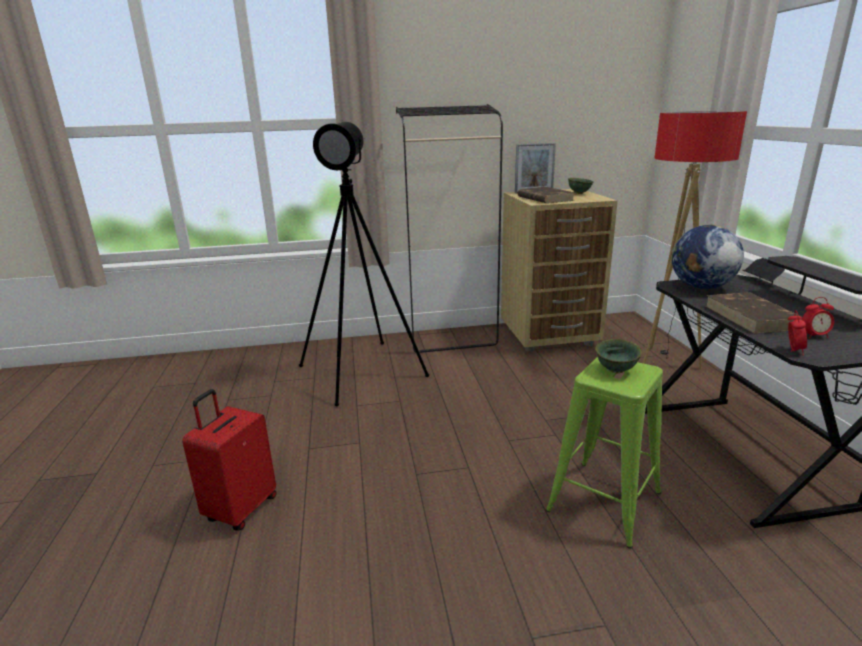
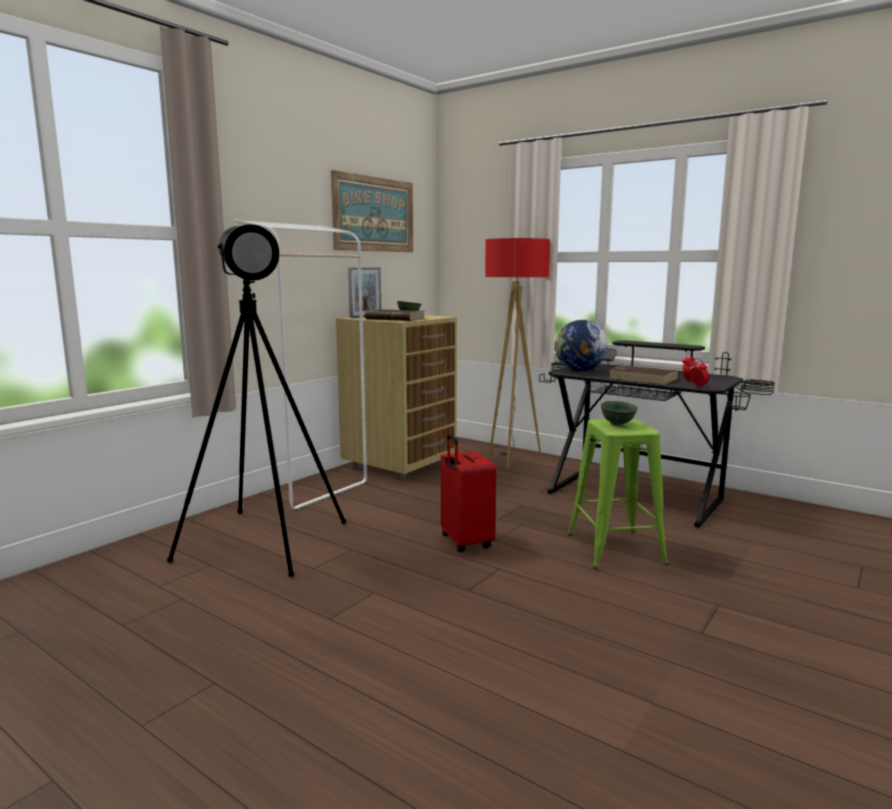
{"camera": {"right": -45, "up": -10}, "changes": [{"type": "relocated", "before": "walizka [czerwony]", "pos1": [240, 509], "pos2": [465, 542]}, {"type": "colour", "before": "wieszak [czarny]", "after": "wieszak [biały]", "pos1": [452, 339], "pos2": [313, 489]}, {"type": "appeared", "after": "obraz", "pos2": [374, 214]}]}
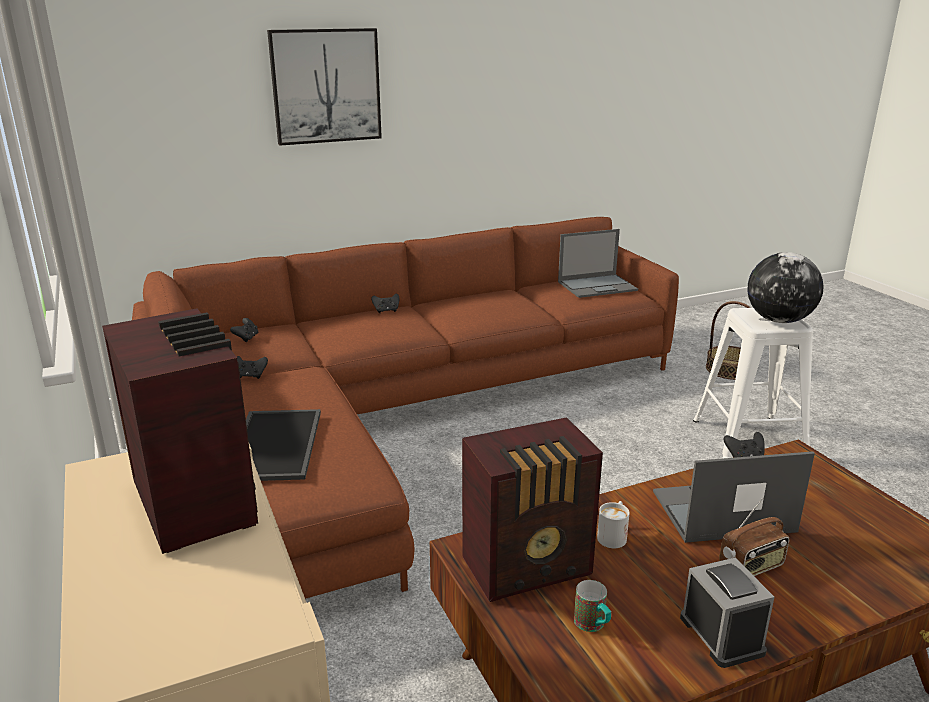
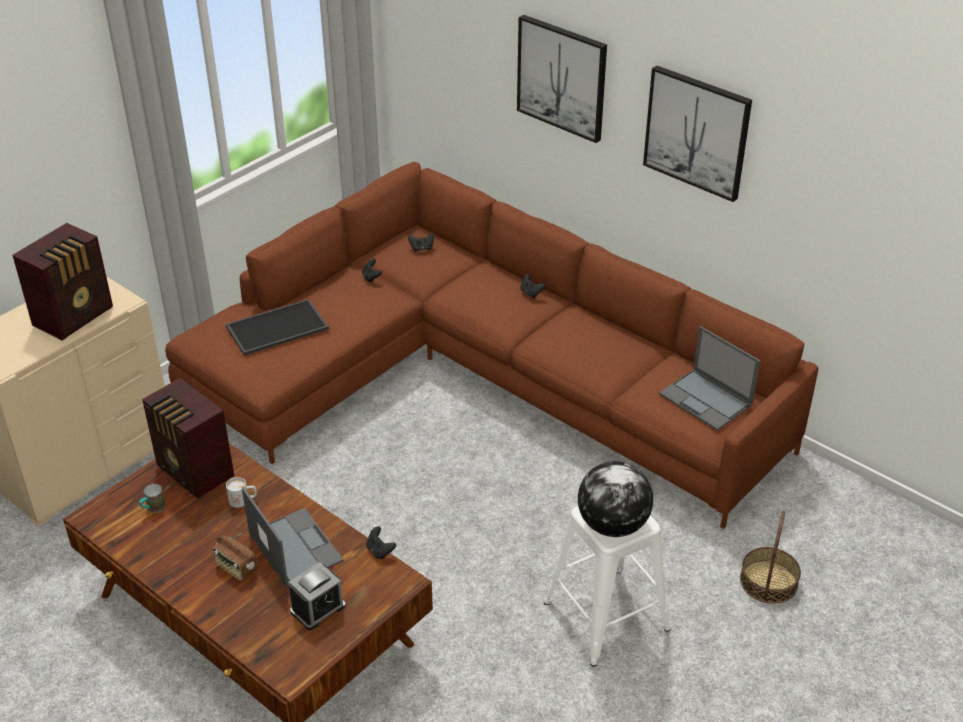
{"camera": {"right": 65, "up": 15}, "changes": [{"type": "relocated", "before": "budzik", "pos1": [721, 635], "pos2": [318, 609]}, {"type": "appeared", "after": "obraz", "pos2": [697, 132]}]}
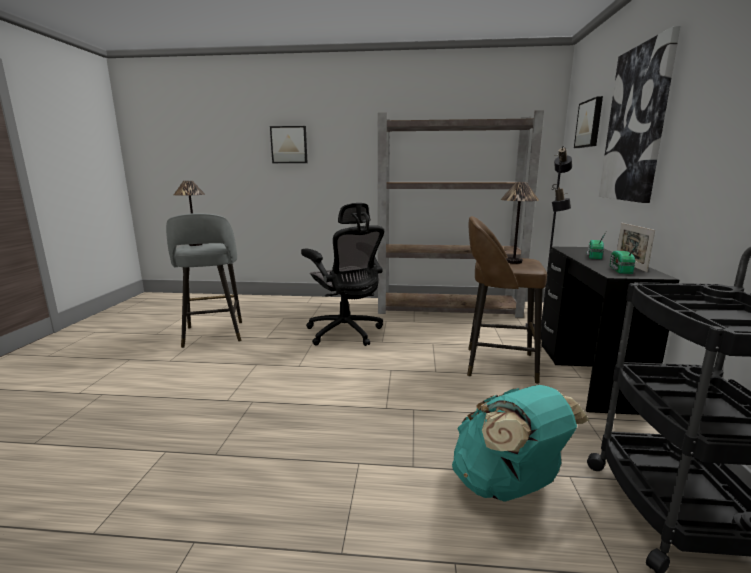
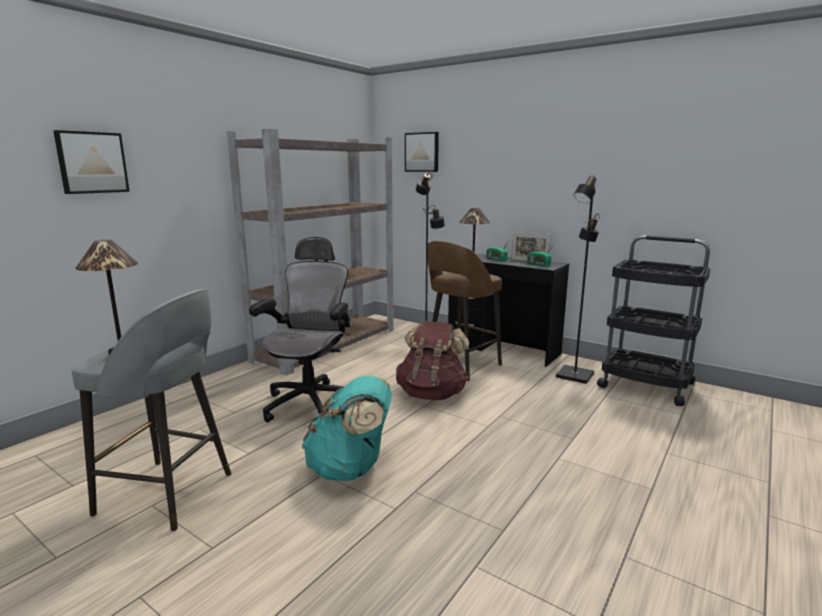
{"camera": {"right": -60, "up": 0}, "changes": [{"type": "spun", "before": "krzesło biurowe", "pos1": [345, 332], "pos2": [311, 404], "turn": -75}, {"type": "relocated", "before": "plecak [turkusowy]", "pos1": [507, 486], "pos2": [351, 468]}, {"type": "missing", "before": "obraz", "pos1": [636, 125]}, {"type": "appeared", "after": "plecak [brązowy]", "pos2": [432, 394]}, {"type": "appeared", "after": "lampa stojąca [czarny]", "pos2": [575, 375]}]}
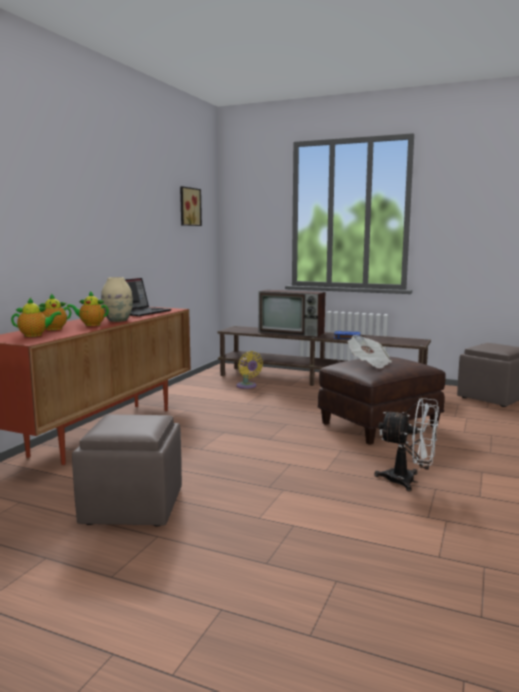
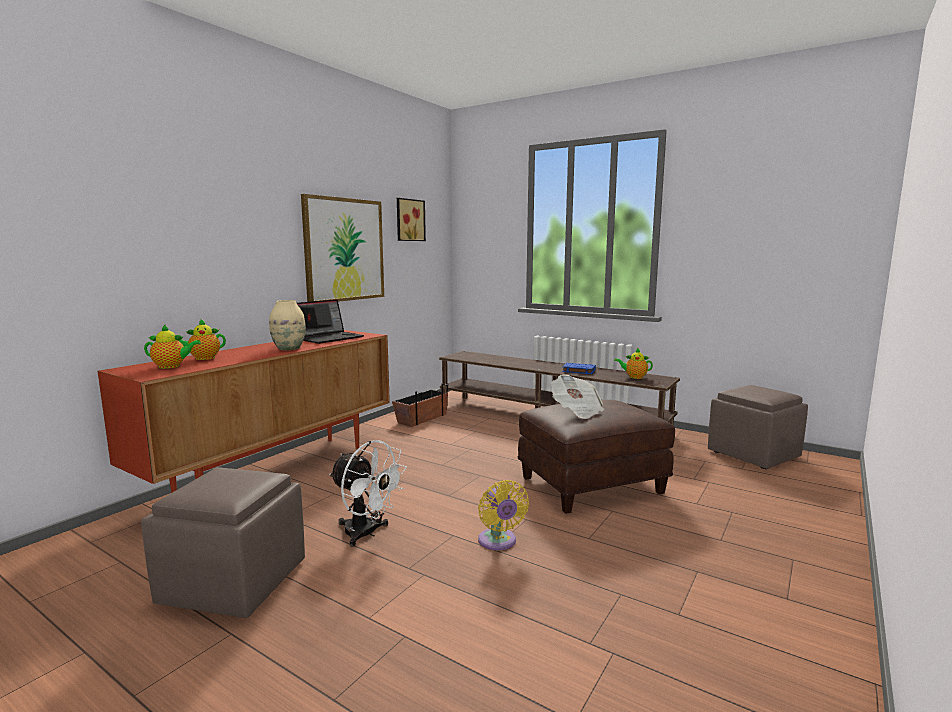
{"camera": {"right": 10, "up": 0}, "changes": [{"type": "relocated", "before": "imbryk", "pos1": [90, 324], "pos2": [634, 377]}, {"type": "relocated", "before": "wentylator [żółty]", "pos1": [247, 386], "pos2": [498, 542]}, {"type": "missing", "before": "telewizor", "pos1": [292, 332]}, {"type": "relocated", "before": "wentylator [biały]", "pos1": [408, 481], "pos2": [367, 533]}, {"type": "appeared", "after": "obraz", "pos2": [344, 250]}, {"type": "appeared", "after": "donica", "pos2": [421, 418]}]}
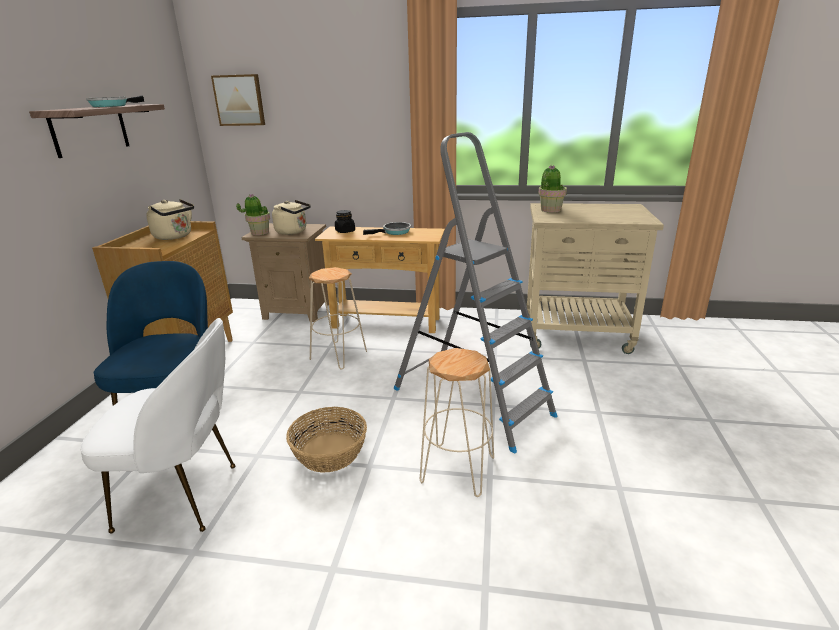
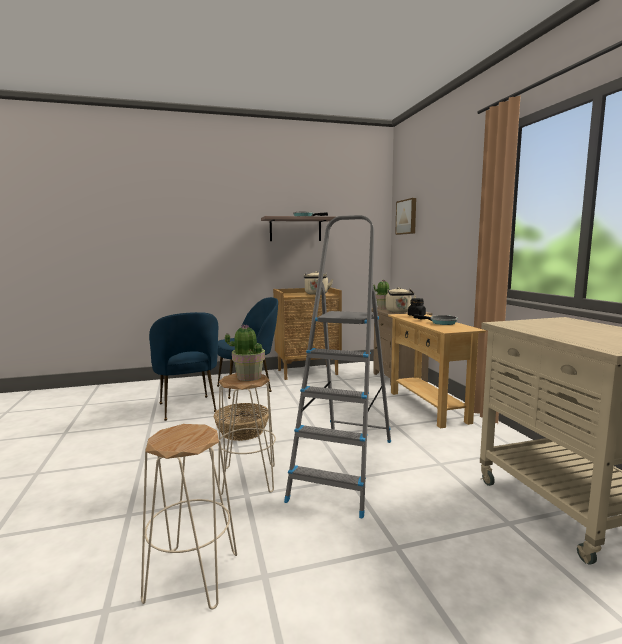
{"camera": {"right": 65, "up": -15}, "changes": [{"type": "colour", "before": "krzesło [biały]", "after": "krzesło [niebieski]", "pos1": [187, 498], "pos2": [188, 410]}, {"type": "relocated", "before": "stołek [beżowy]", "pos1": [339, 355], "pos2": [192, 577]}, {"type": "relocated", "before": "roślina doniczkowa", "pos1": [550, 210], "pos2": [249, 377]}]}
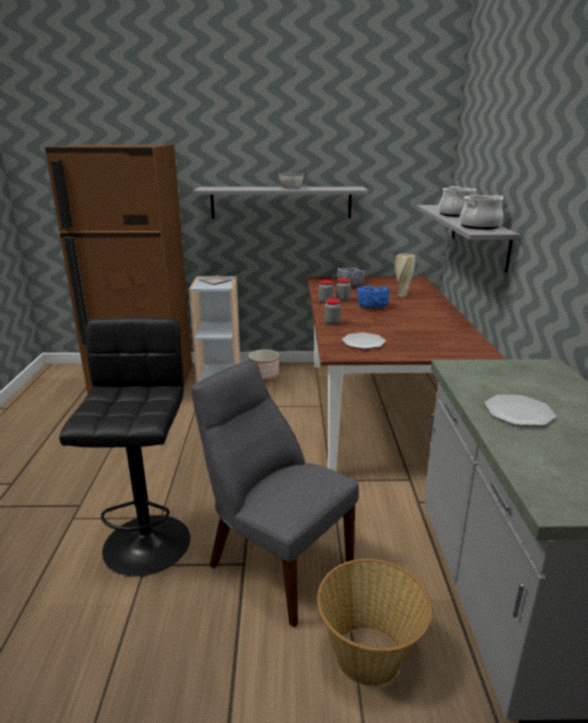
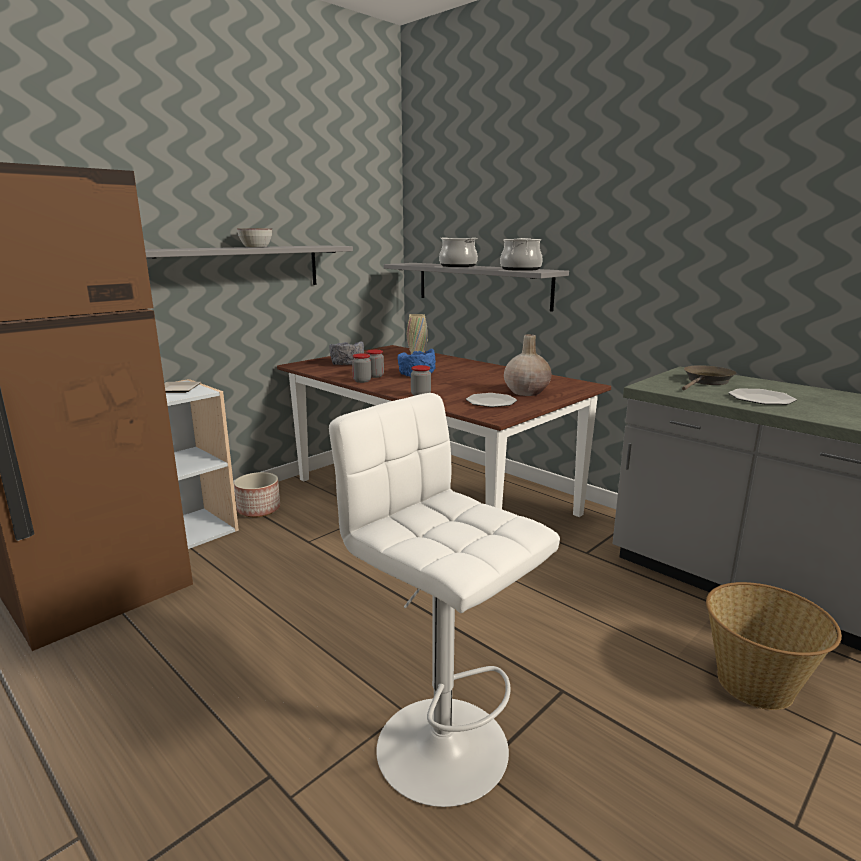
{"camera": {"right": -45, "up": -5}, "changes": [{"type": "colour", "before": "stołek [czarny]", "after": "stołek [biały]", "pos1": [148, 543], "pos2": [442, 746]}, {"type": "missing", "before": "krzesło [szary]", "pos1": [275, 562]}, {"type": "appeared", "after": "wazon [beżowy]", "pos2": [526, 392]}, {"type": "appeared", "after": "patelnia [brązowy]", "pos2": [706, 381]}]}
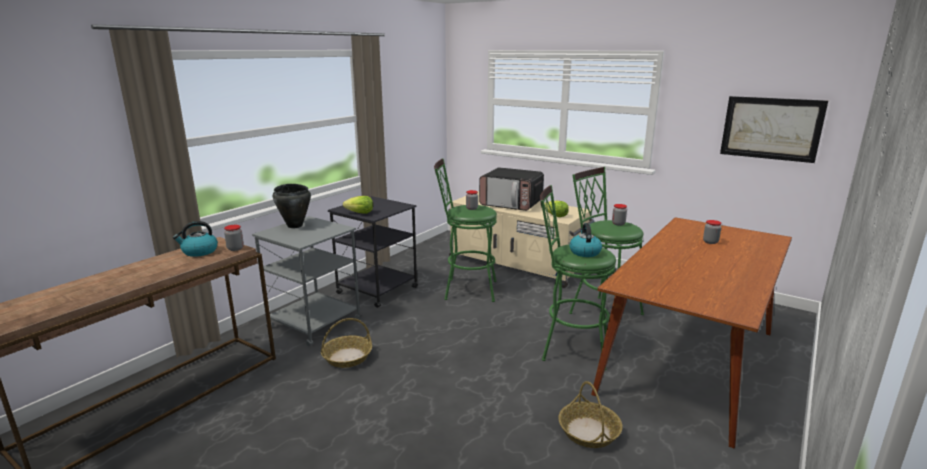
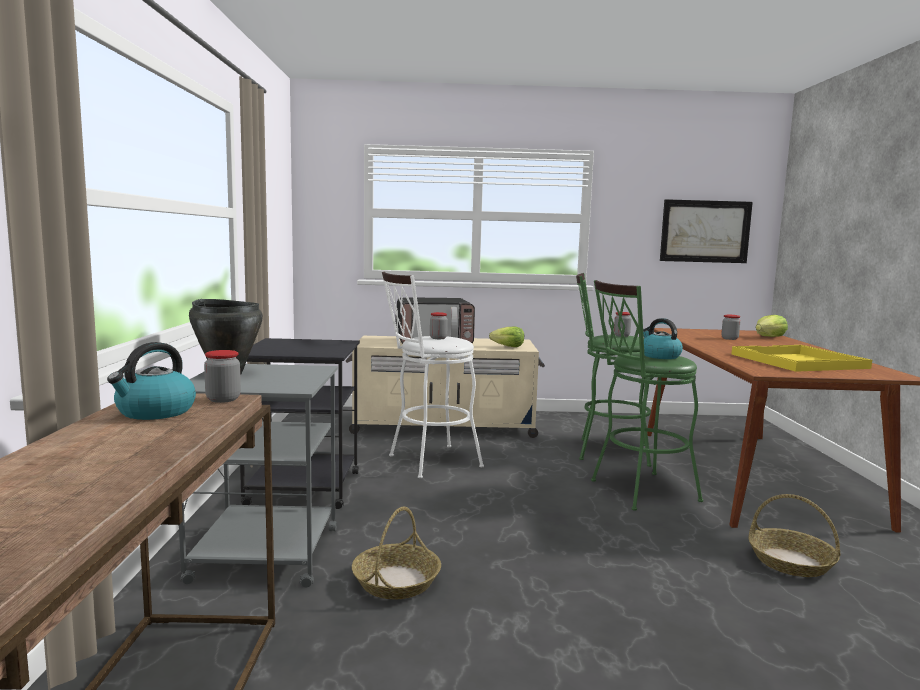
{"camera": {"right": -35, "up": -10}, "changes": [{"type": "relocated", "before": "sałata", "pos1": [360, 213], "pos2": [769, 337]}, {"type": "colour", "before": "stołek [zielony]", "after": "stołek [biały]", "pos1": [465, 289], "pos2": [427, 462]}, {"type": "appeared", "after": "taca [żółty]", "pos2": [798, 361]}]}
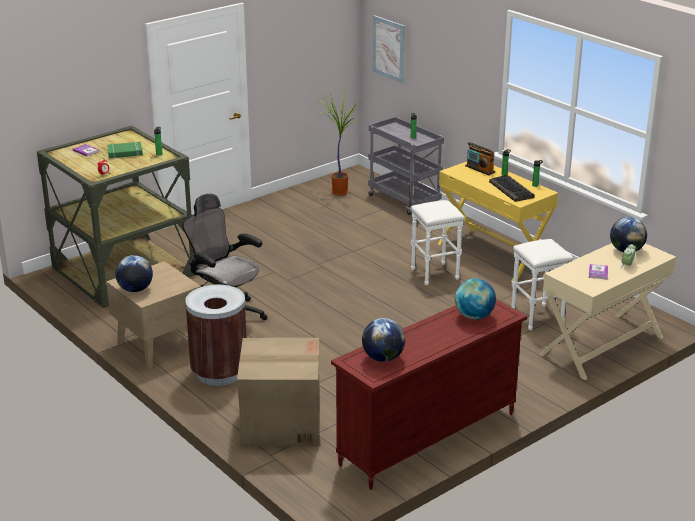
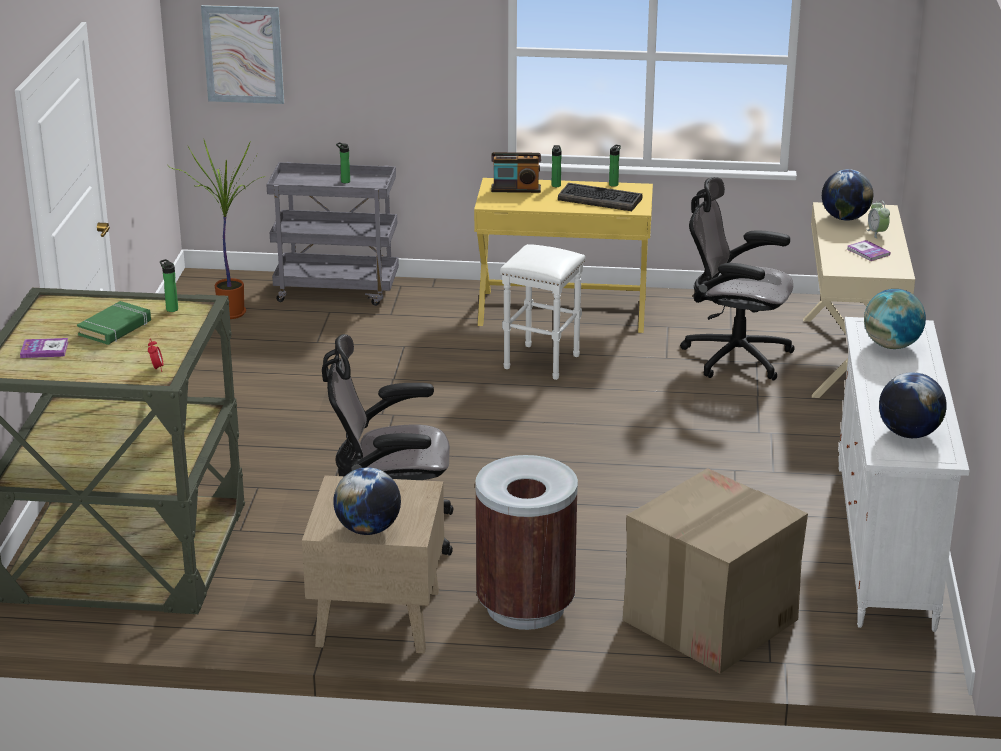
{"camera": {"right": -45, "up": 0}, "changes": [{"type": "colour", "before": "komoda [czerwony]", "after": "komoda [biały]", "pos1": [428, 439], "pos2": [885, 545]}, {"type": "exchanged", "before": "stołek [biały]", "after": "krzesło biurowe", "pos1": [537, 316], "pos2": [735, 358]}]}
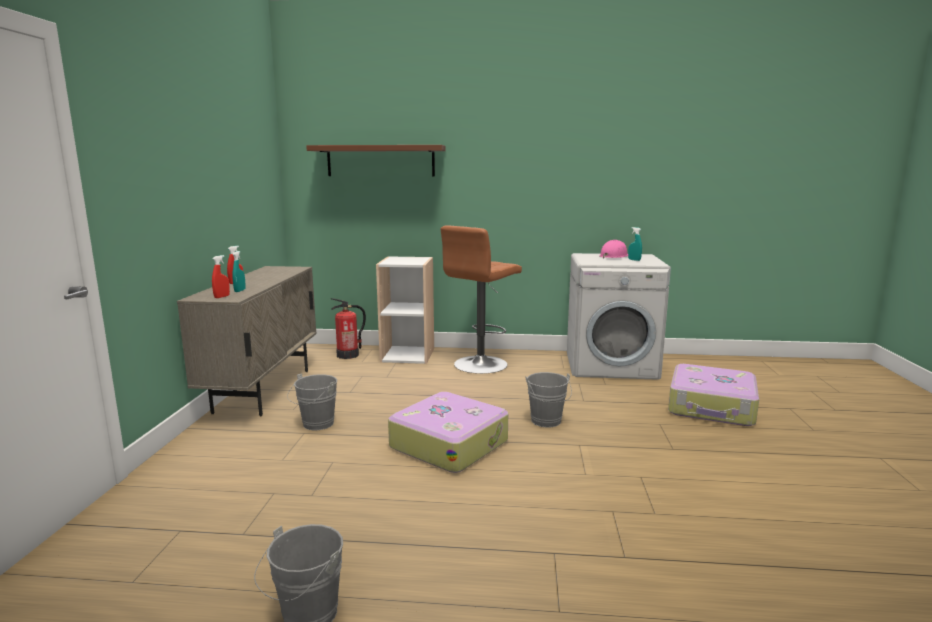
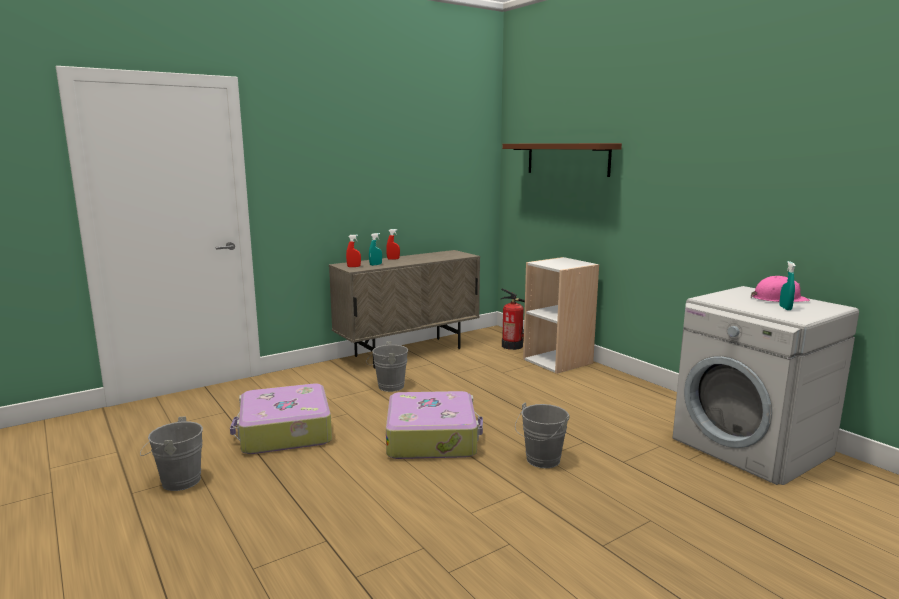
{"camera": {"right": 50, "up": 0}, "changes": [{"type": "missing", "before": "stołek [brązowy]", "pos1": [479, 364]}, {"type": "relocated", "before": "walizka", "pos1": [712, 407], "pos2": [284, 432]}]}
